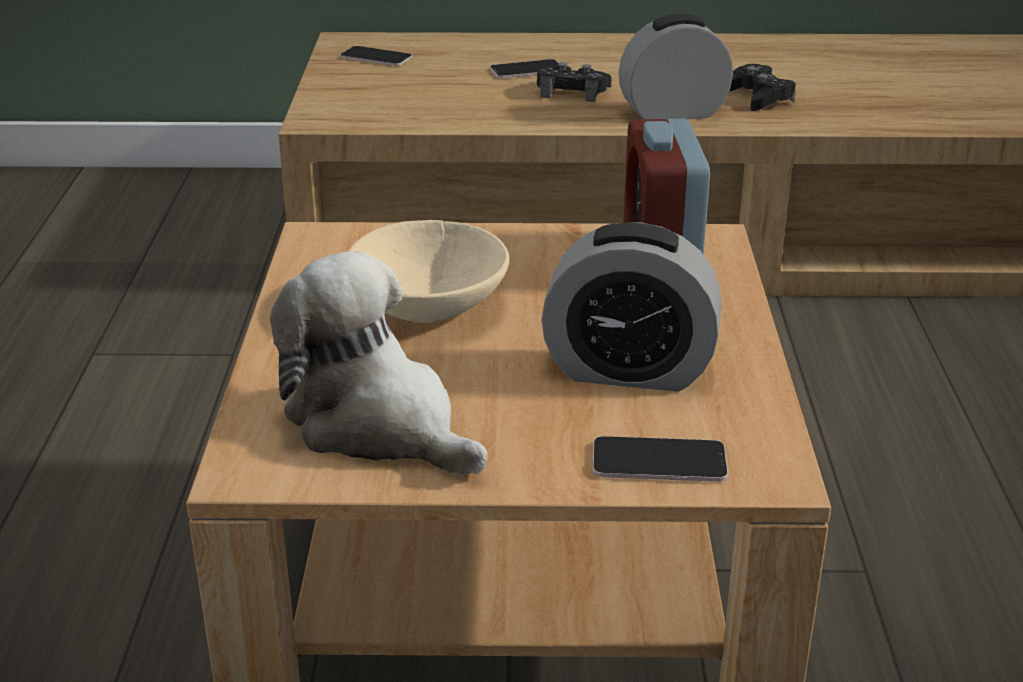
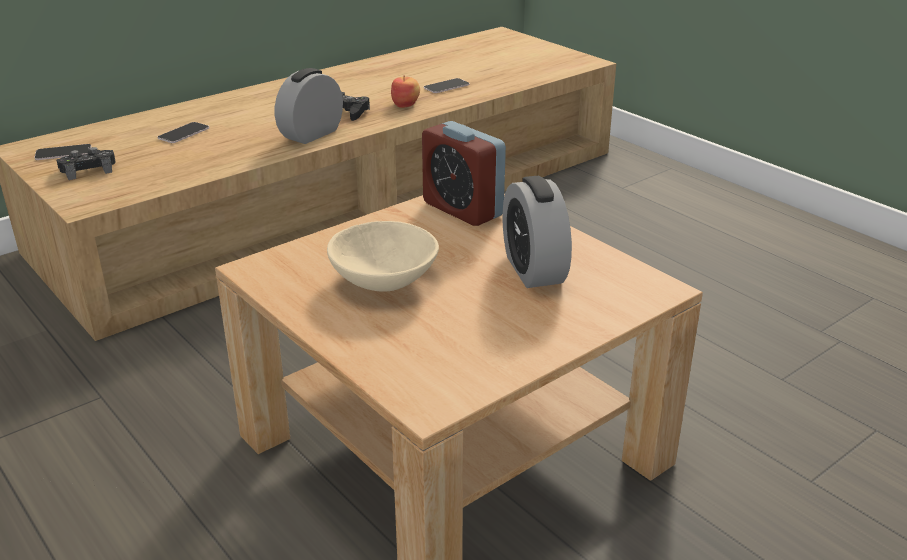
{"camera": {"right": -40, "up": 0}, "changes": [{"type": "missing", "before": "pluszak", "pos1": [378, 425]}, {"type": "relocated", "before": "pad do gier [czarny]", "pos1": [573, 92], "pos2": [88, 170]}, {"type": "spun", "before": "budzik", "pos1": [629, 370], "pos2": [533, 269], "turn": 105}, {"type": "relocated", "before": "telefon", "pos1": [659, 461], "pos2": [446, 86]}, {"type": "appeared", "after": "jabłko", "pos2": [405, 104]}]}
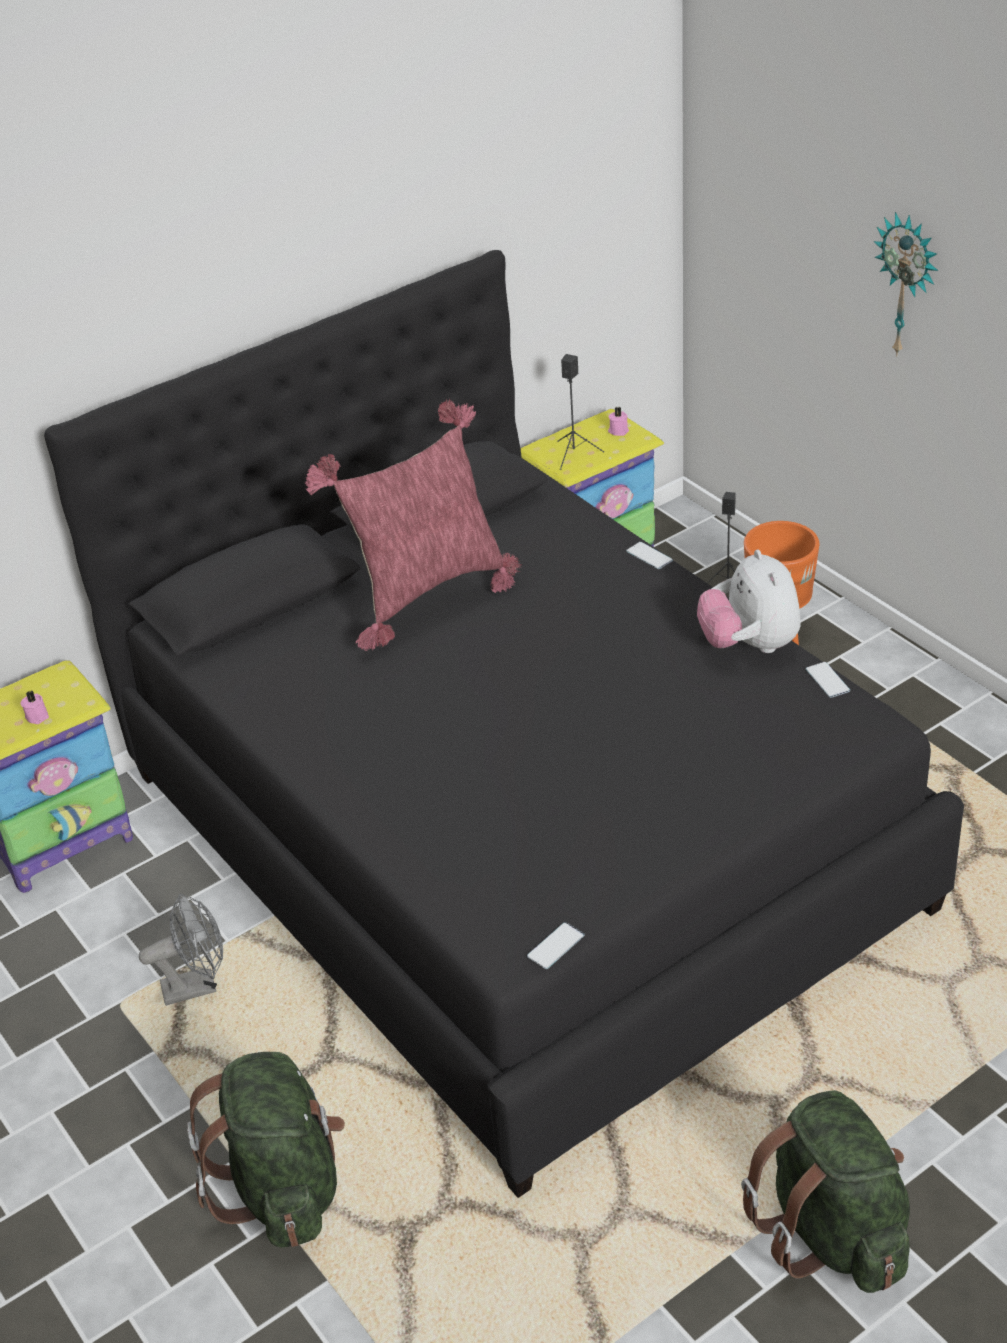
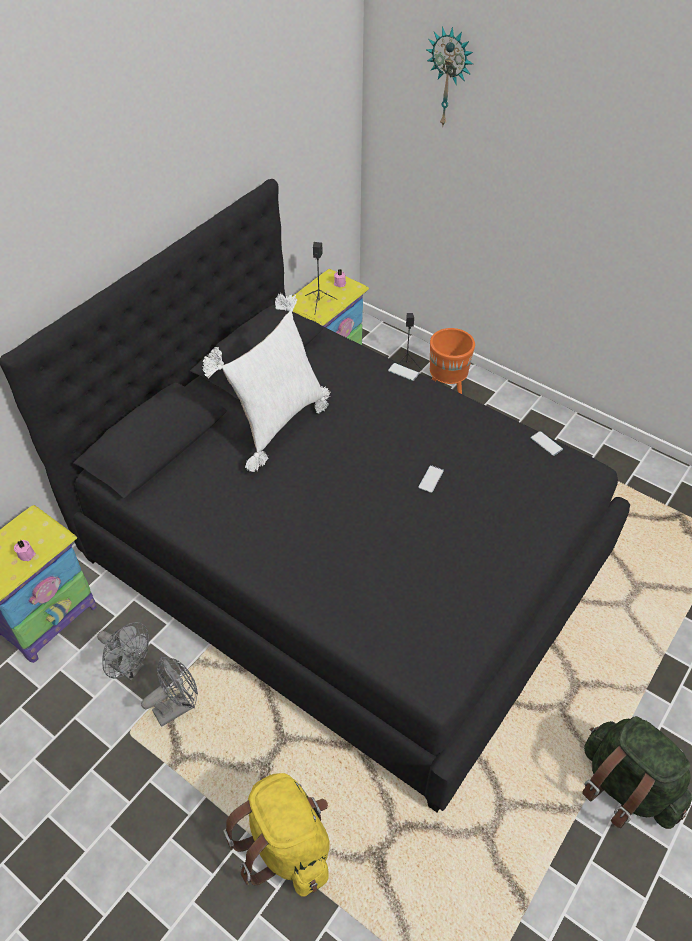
{"camera": {"right": -20, "up": 10}, "changes": [{"type": "colour", "before": "plecak [zielony]", "after": "plecak [żółty]", "pos1": [283, 1187], "pos2": [286, 844]}, {"type": "colour", "before": "poduszka [czerwony]", "after": "poduszka [biały]", "pos1": [425, 604], "pos2": [275, 428]}, {"type": "relocated", "before": "telefon", "pos1": [555, 946], "pos2": [431, 479]}, {"type": "missing", "before": "pluszak", "pos1": [749, 645]}, {"type": "relocated", "before": "zegar ścienny", "pos1": [907, 285], "pos2": [449, 77]}, {"type": "appeared", "after": "wentylator [szary]", "pos2": [130, 668]}]}
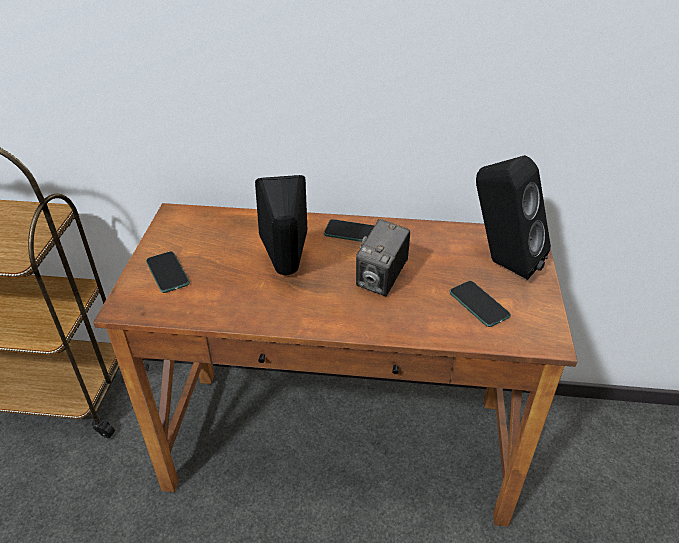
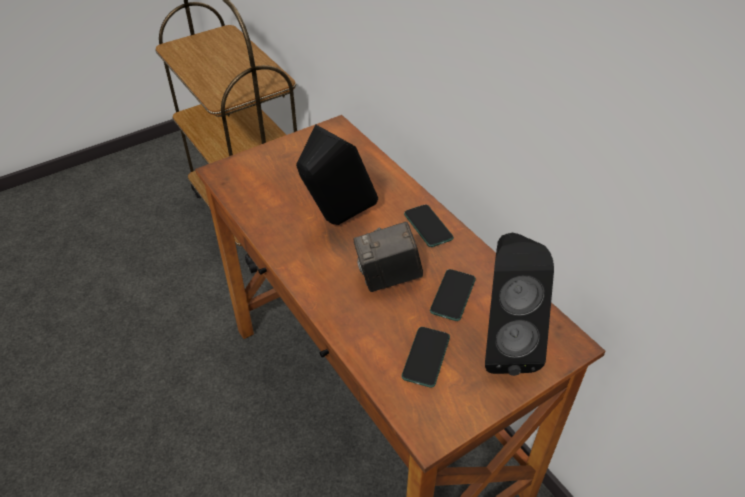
{"camera": {"right": 50, "up": 5}, "changes": [{"type": "relocated", "before": "telefon", "pos1": [167, 273], "pos2": [453, 295]}]}
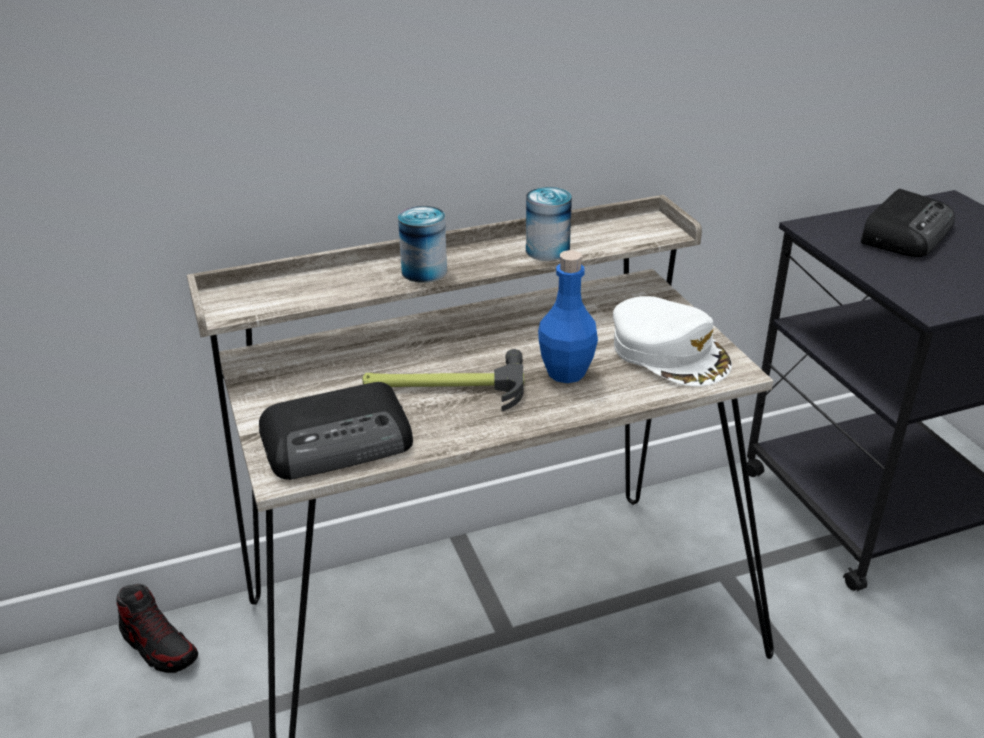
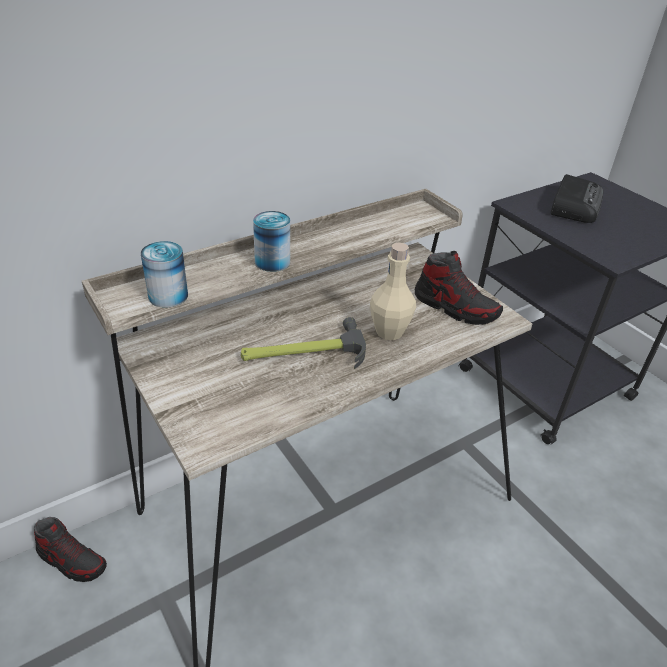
{"camera": {"right": -15, "up": 5}, "changes": [{"type": "missing", "before": "radio", "pos1": [340, 441]}, {"type": "relocated", "before": "puszka", "pos1": [547, 250], "pos2": [168, 296]}, {"type": "colour", "before": "butelka [niebieski]", "after": "butelka [beżowy]", "pos1": [566, 373], "pos2": [389, 331]}, {"type": "exchanged", "before": "czapka z daszkiem [biały]", "after": "but", "pos1": [669, 352], "pos2": [455, 307]}]}
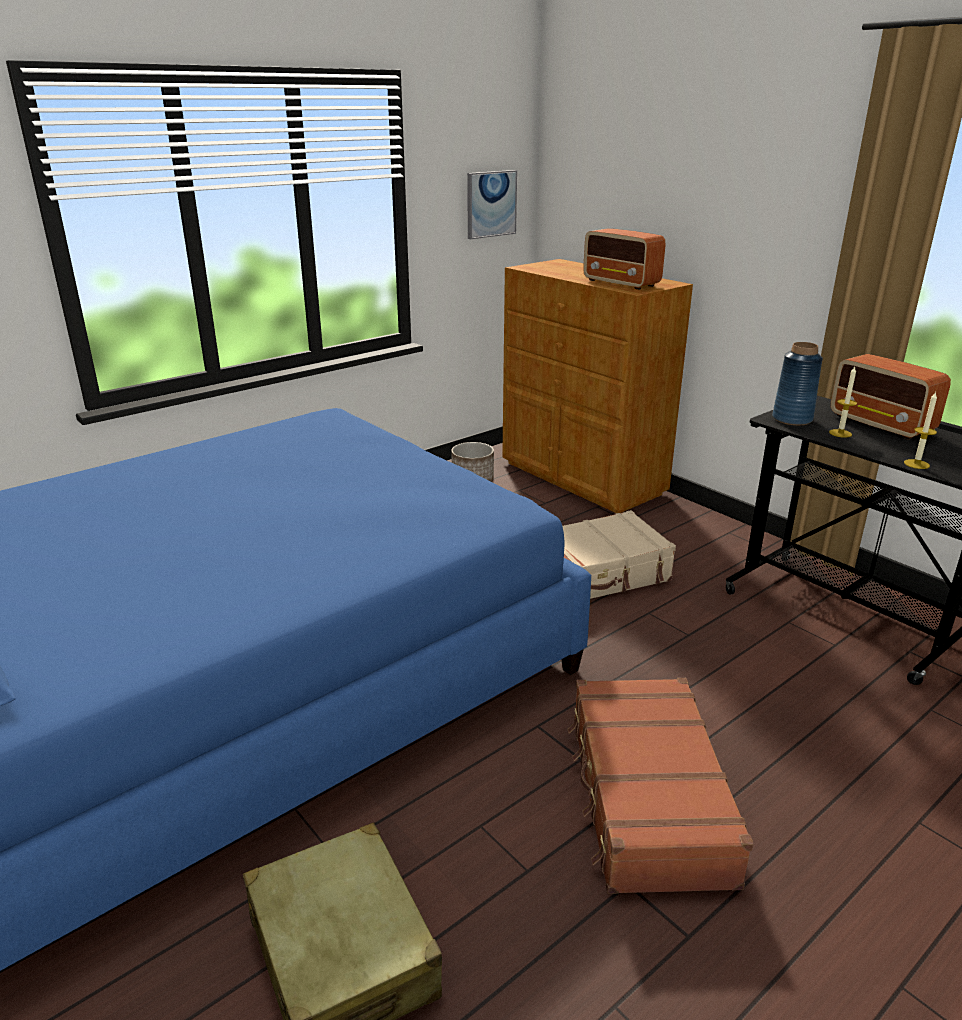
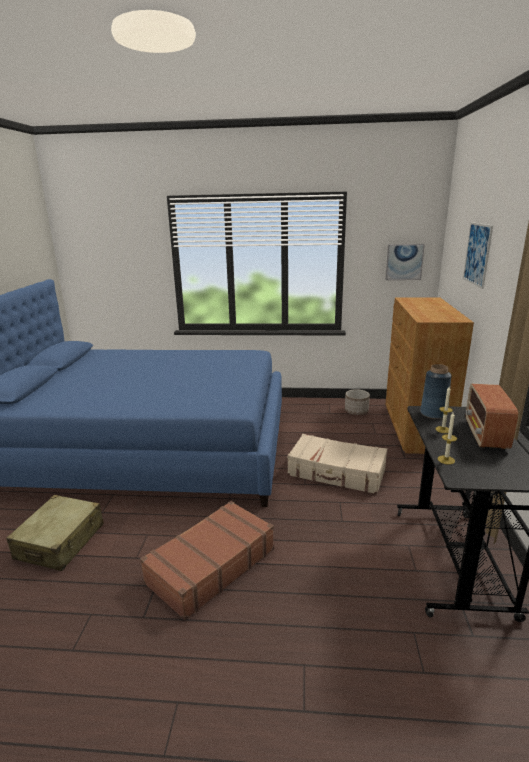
{"camera": {"right": 45, "up": -5}, "changes": [{"type": "missing", "before": "radio", "pos1": [621, 283]}, {"type": "appeared", "after": "obraz", "pos2": [477, 254]}]}
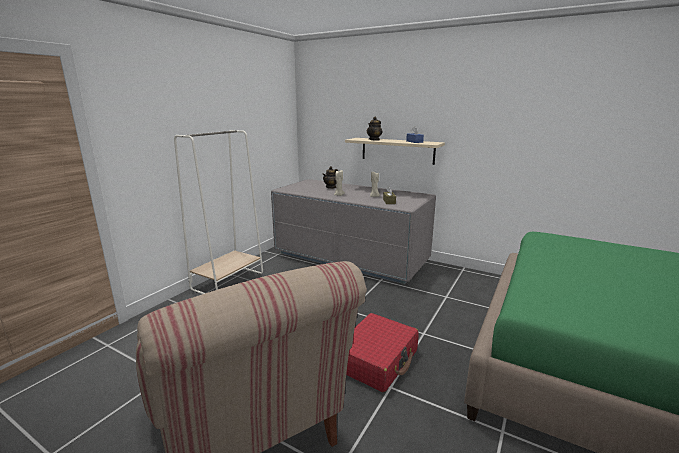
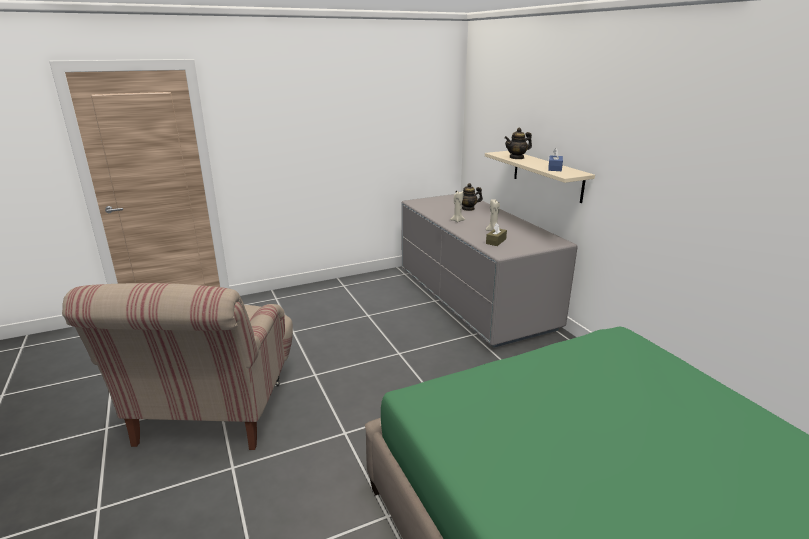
{"camera": {"right": 35, "up": 5}, "changes": [{"type": "missing", "before": "wieszak", "pos1": [228, 282]}, {"type": "missing", "before": "walizka [czerwony]", "pos1": [376, 360]}]}
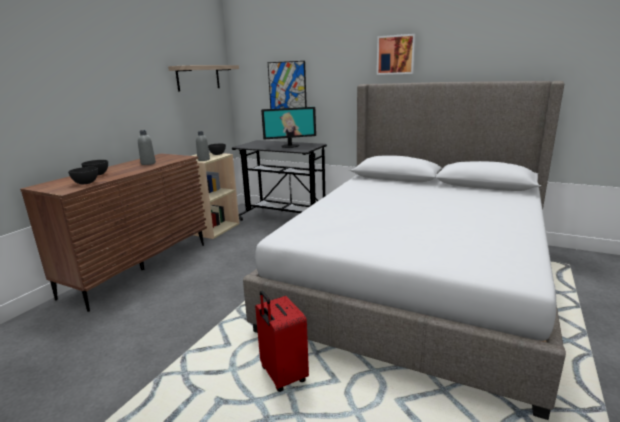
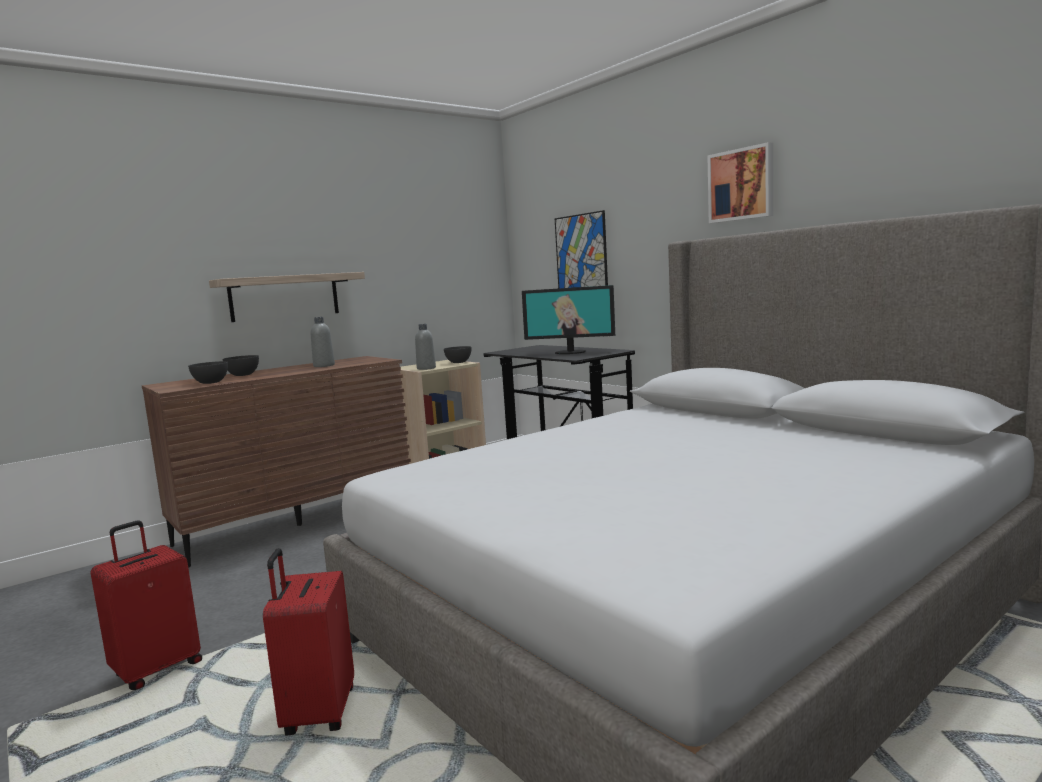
{"camera": {"right": 25, "up": -10}, "changes": [{"type": "relocated", "before": "półka", "pos1": [198, 78], "pos2": [284, 297]}, {"type": "appeared", "after": "walizka [czerwony]", "pos2": [157, 669]}]}
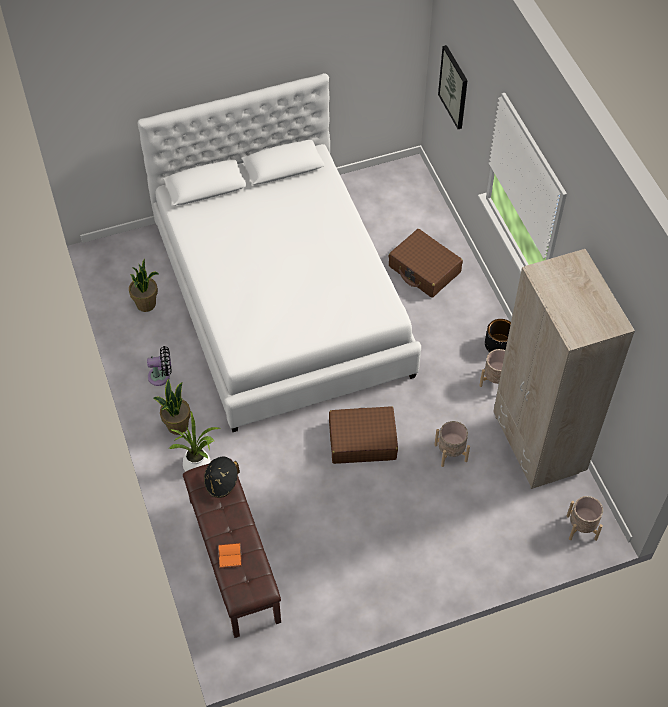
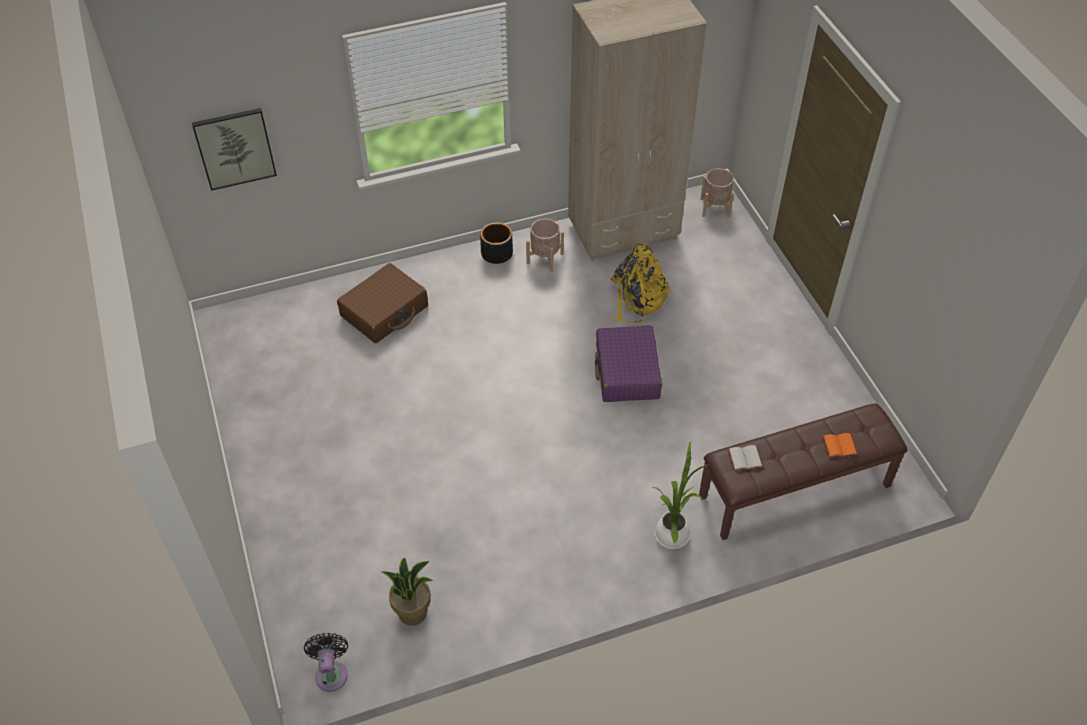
{"camera": {"right": -90, "up": -5}, "changes": [{"type": "missing", "before": "łóżko [biały]", "pos1": [281, 299]}, {"type": "relocated", "before": "wentylator [czarny]", "pos1": [161, 376], "pos2": [331, 672]}, {"type": "missing", "before": "roślina doniczkowa", "pos1": [177, 425]}, {"type": "exchanged", "before": "kapelusz [czarny]", "after": "książka [biały]", "pos1": [222, 483], "pos2": [745, 458]}, {"type": "colour", "before": "walizka [brązowy]", "after": "walizka [fioletowy]", "pos1": [362, 440], "pos2": [627, 372]}, {"type": "exchanged", "before": "donica [beżowy]", "after": "plecak [żółty]", "pos1": [450, 453], "pos2": [637, 298]}]}
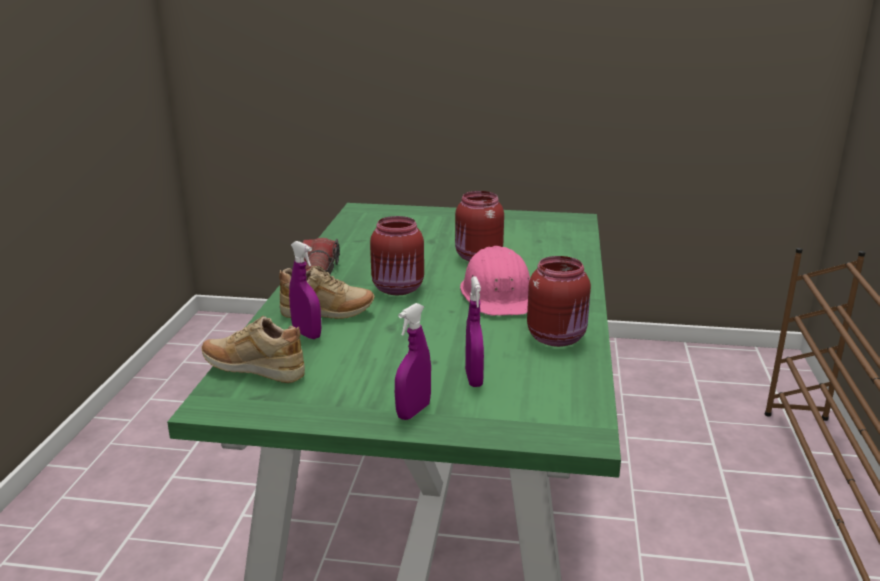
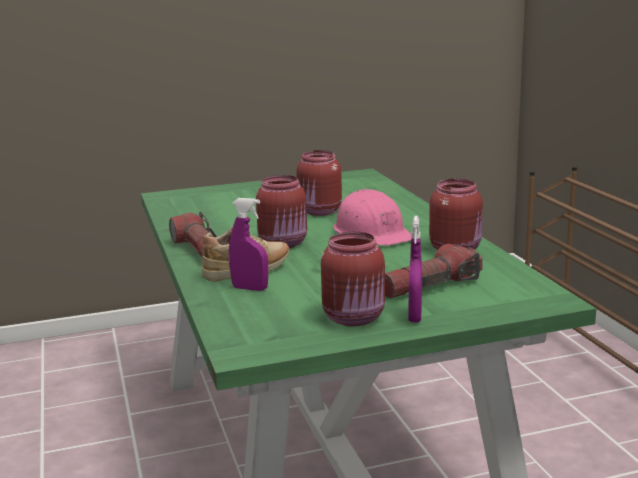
{"camera": {"right": -25, "up": -5}, "changes": [{"type": "missing", "before": "but [beżowy]", "pos1": [254, 371]}, {"type": "exchanged", "before": "spryskiwacz [fioletowy]", "after": "latarka", "pos1": [473, 379], "pos2": [430, 287]}, {"type": "appeared", "after": "słoik [czerwony]", "pos2": [355, 318]}]}
